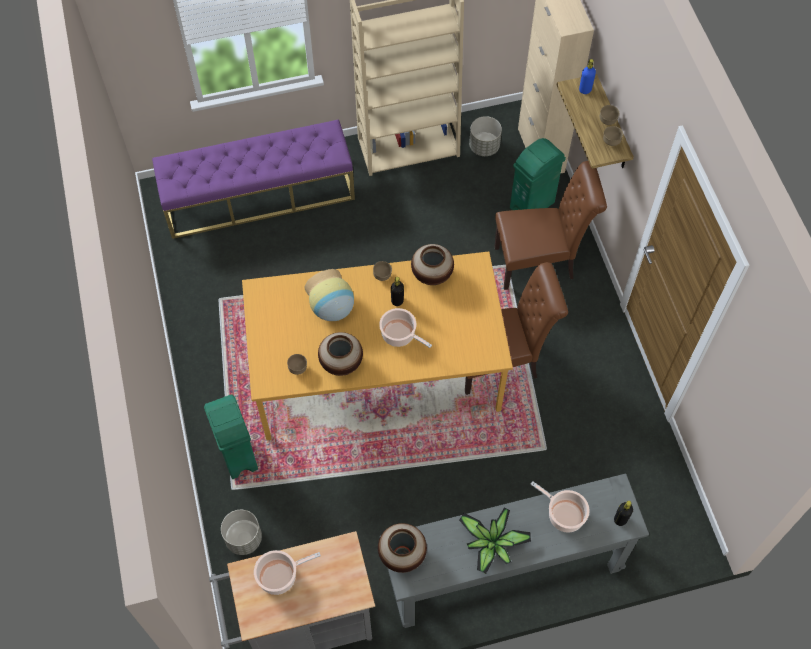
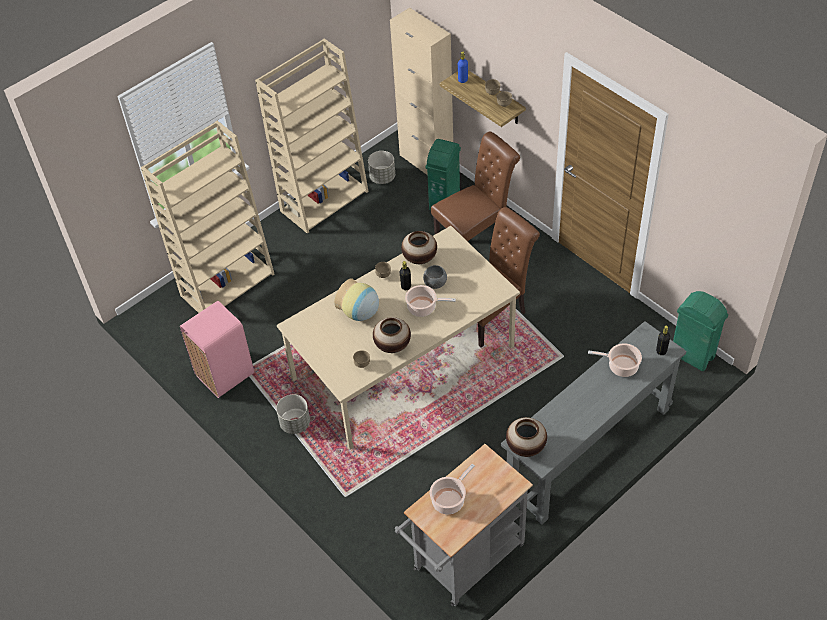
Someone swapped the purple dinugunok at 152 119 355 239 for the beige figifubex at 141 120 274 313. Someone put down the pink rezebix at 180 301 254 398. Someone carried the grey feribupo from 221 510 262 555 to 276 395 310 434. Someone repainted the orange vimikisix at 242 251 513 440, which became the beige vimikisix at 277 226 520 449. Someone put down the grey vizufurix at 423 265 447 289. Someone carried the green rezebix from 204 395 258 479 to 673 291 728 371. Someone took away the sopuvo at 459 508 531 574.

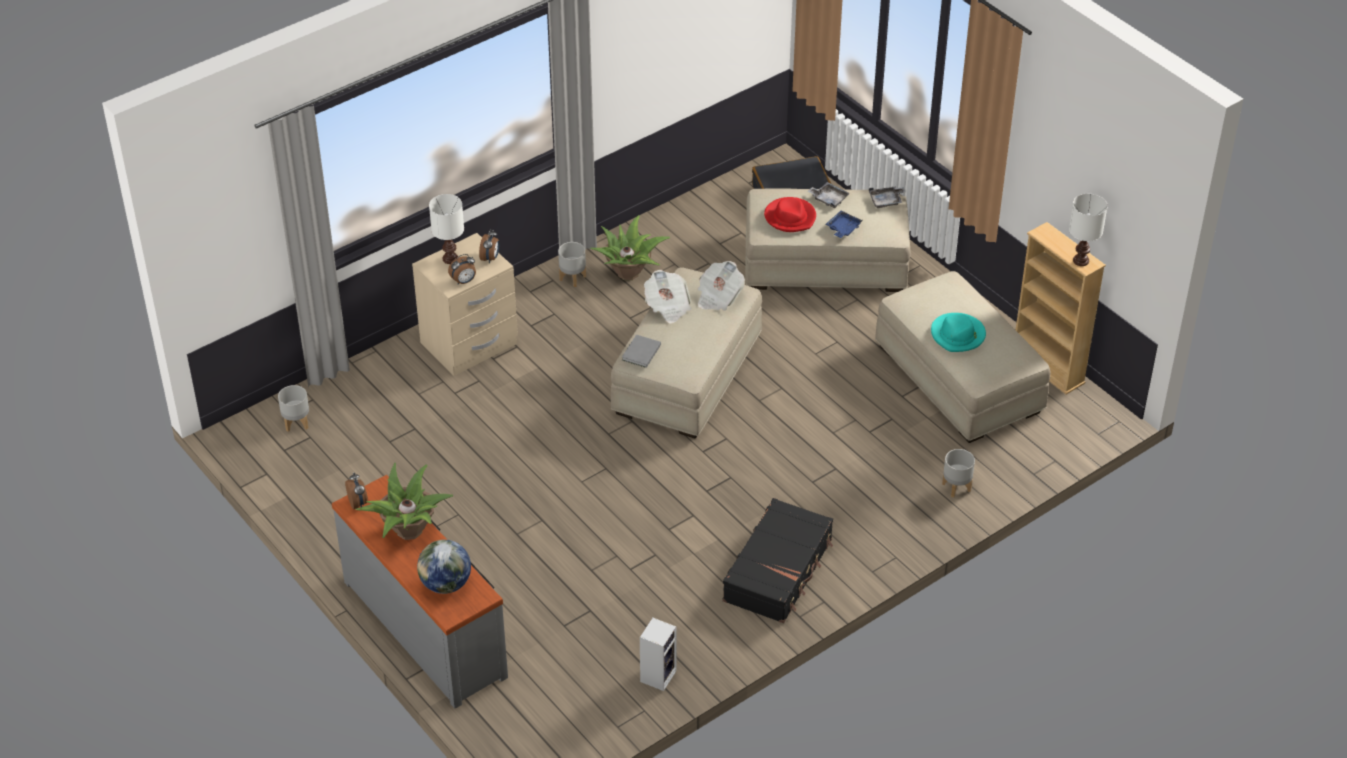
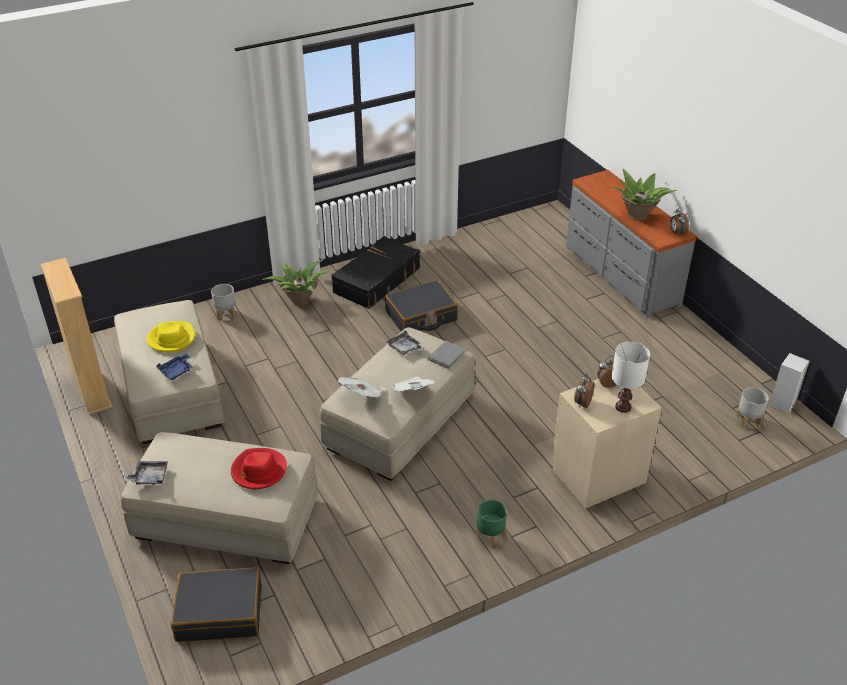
Someone repainted the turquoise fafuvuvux at 931 313 986 352, which became the yellow fafuvuvux at 147 321 195 353. Someone carried the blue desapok from 826 210 863 238 to 156 353 193 380. Someone carried the sopuvo from 590 215 670 280 to 262 260 330 306. Someone put down the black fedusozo at 385 280 458 331. Someone carried the grey desapok from 808 182 850 208 to 386 330 424 355. Someone repainted the grey feribupo at 558 242 586 287, which became the green feribupo at 476 500 507 548. Someone carried the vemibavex from 640 618 677 691 to 769 353 810 414. Someone took away the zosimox at 417 540 471 594. Someone took away the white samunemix at 1069 194 1108 266.

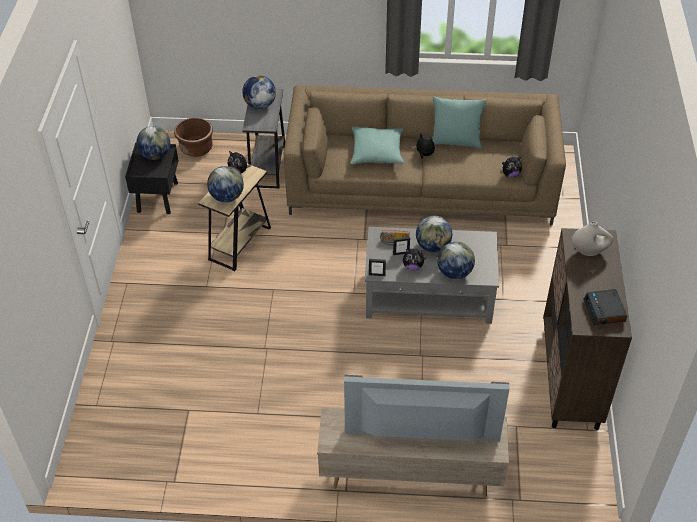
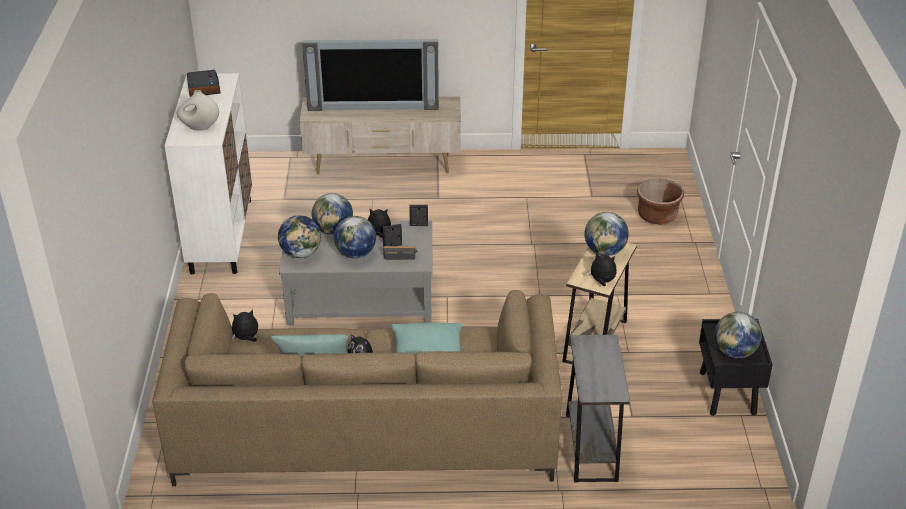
Someone repainted the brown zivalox at 543 228 632 430, which became the white zivalox at 165 73 252 274. Someone carried the zosimox from 242 75 276 109 to 278 215 321 258. Someone carried the brown feribupo from 174 118 213 157 to 637 179 684 225.

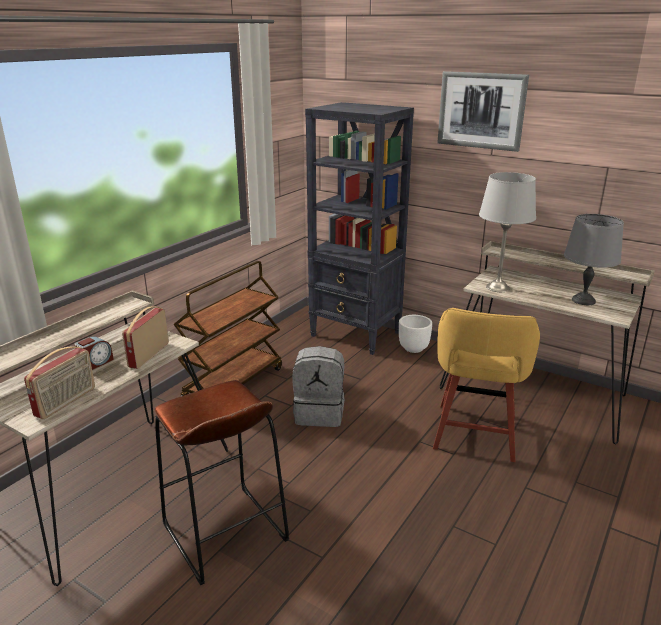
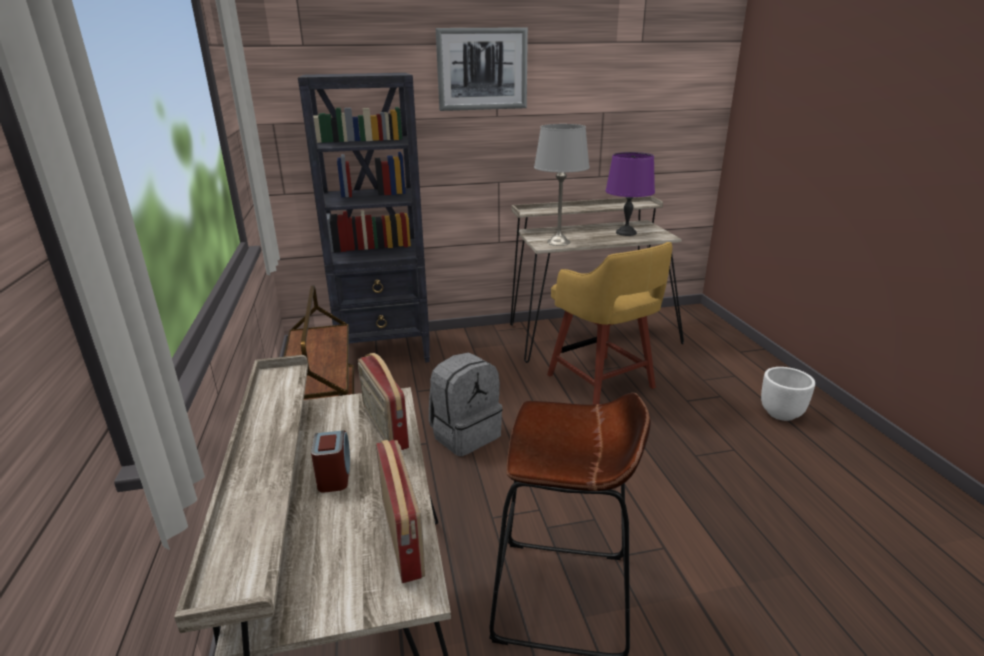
Someone repainted the grey samunemix at 564 214 624 305, which became the purple samunemix at 606 152 655 236. Someone carried the white feribupo from 399 315 432 353 to 761 367 815 421.

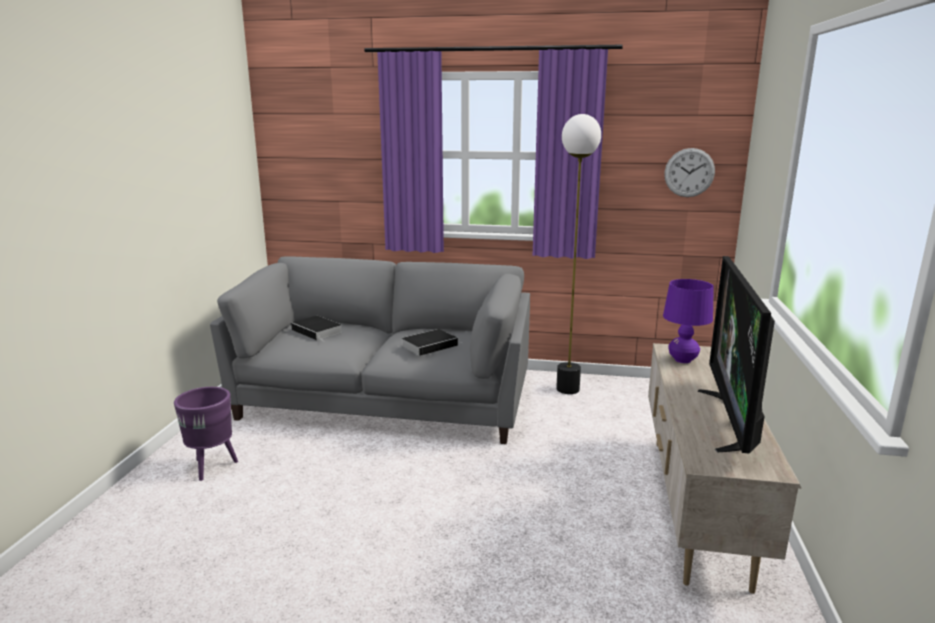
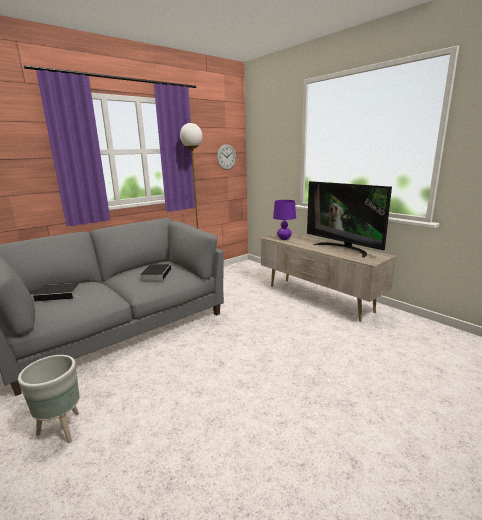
Someone repainted the purple feribupo at 174 387 238 481, which became the grey feribupo at 18 355 80 443.

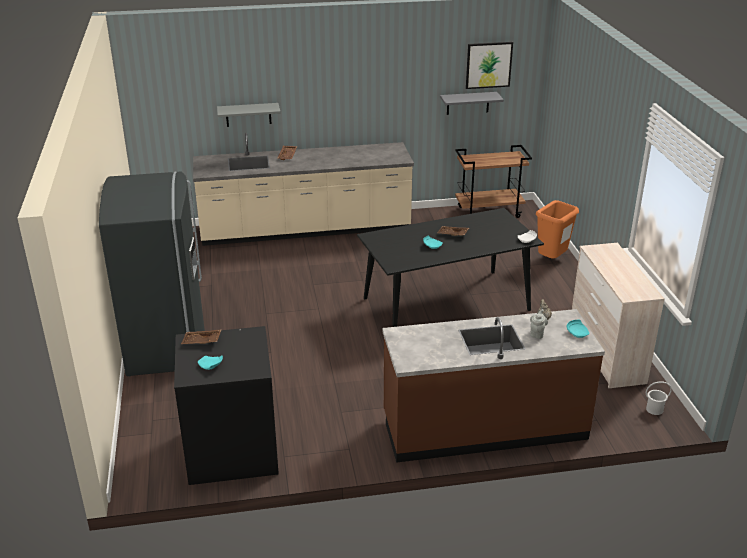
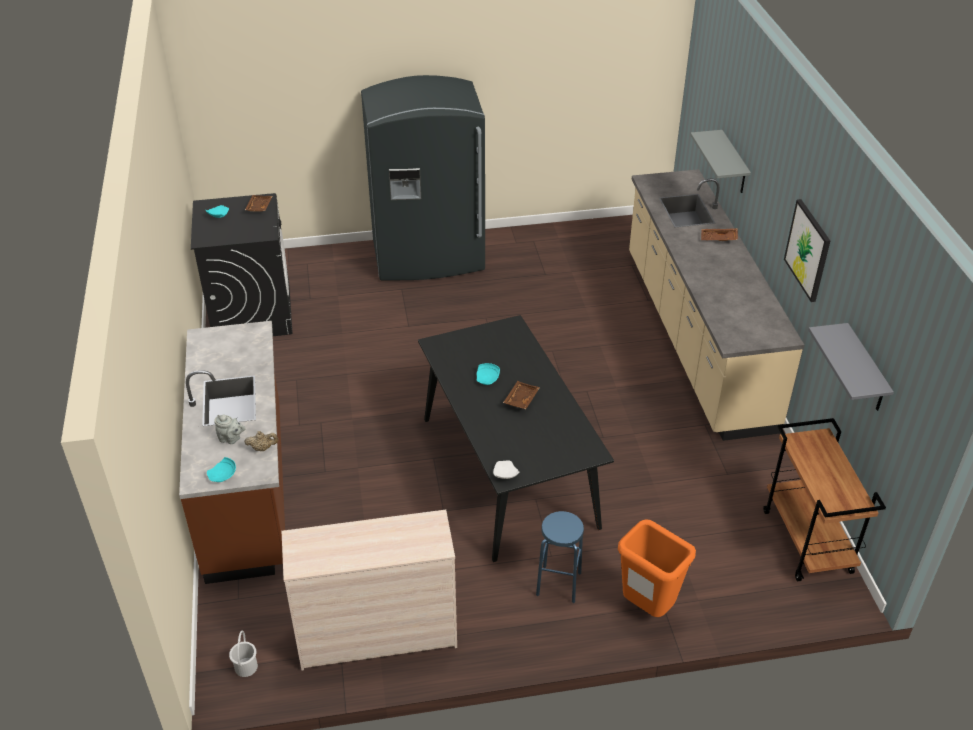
Someone put down the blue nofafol at 536 511 584 603. Someone carried the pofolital from 466 42 513 89 to 784 199 830 302.

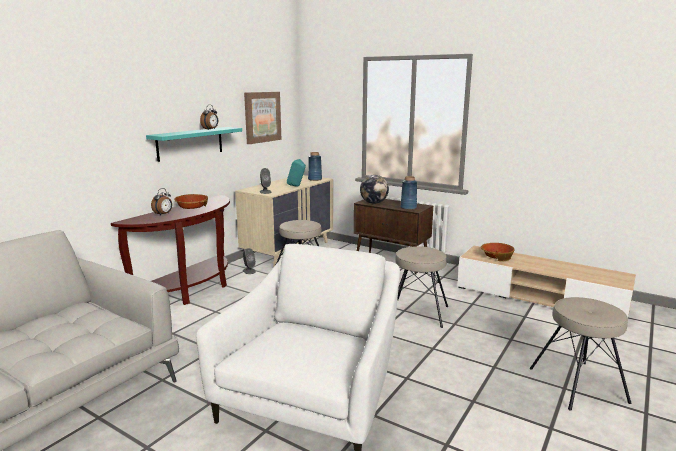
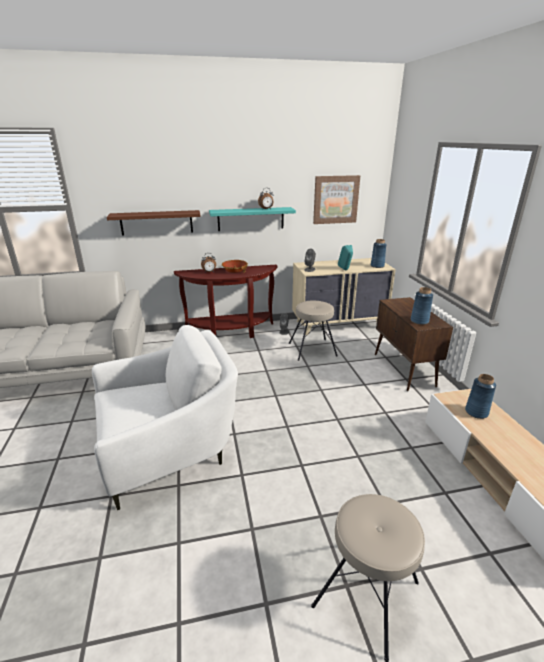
Someone put up the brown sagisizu at 107 210 201 236. Someone swapped the vizufurix at 481 243 514 262 for the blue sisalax at 465 374 496 419. Someone took away the zosimox at 360 175 389 204. Someone took away the beige nofafol at 395 246 448 328.

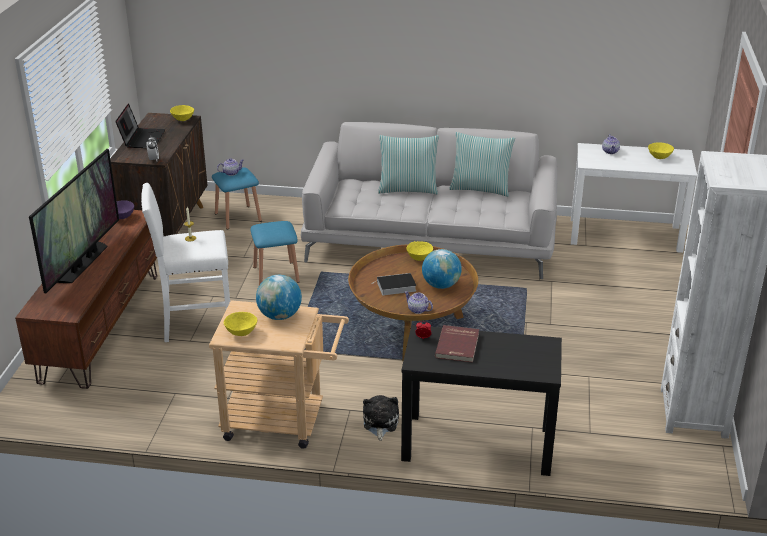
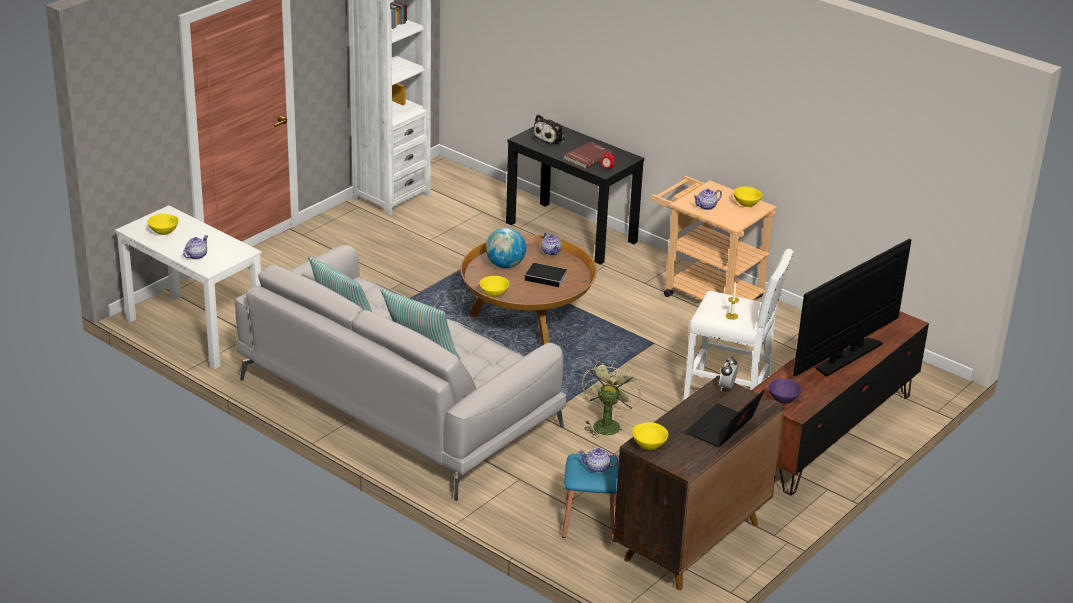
Someone carried the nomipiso from 363 395 399 441 to 532 114 566 146. Someone swapped the blue nofafol at 250 221 300 285 for the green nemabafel at 582 361 641 438. Someone swapped the zosimox at 256 275 302 320 for the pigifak at 693 189 722 210.

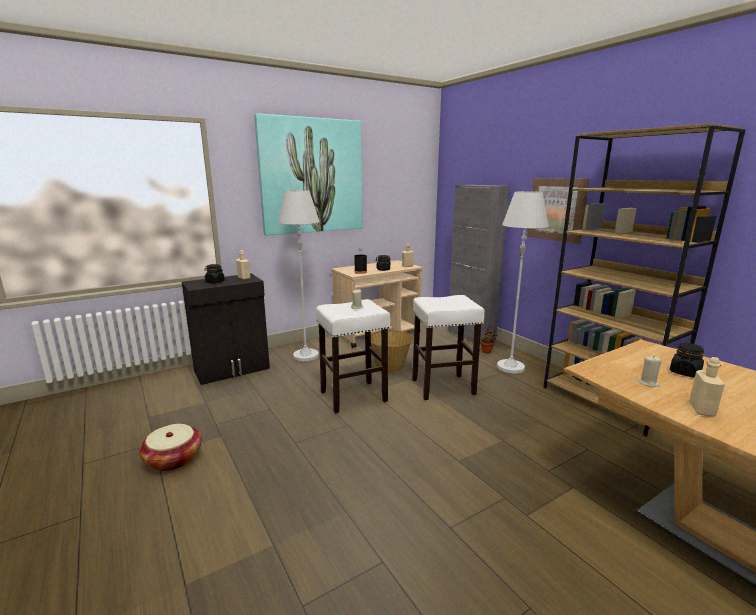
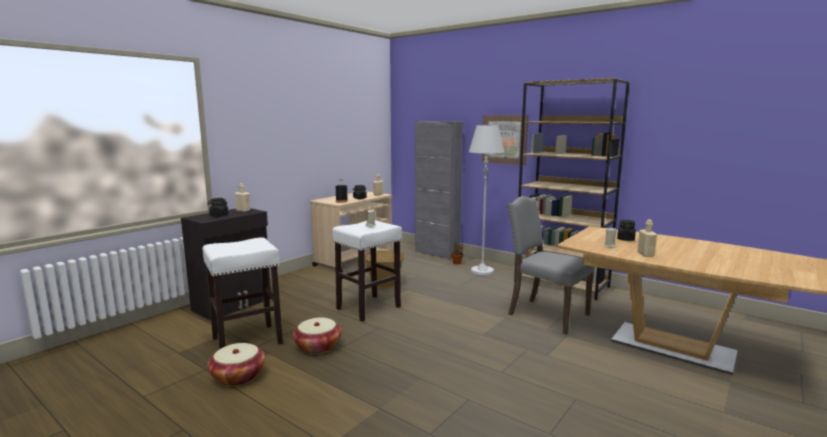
Someone carried the white nofafol from 412 295 485 400 to 202 237 283 349. Someone put down the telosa at 293 317 342 354. Someone put down the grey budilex at 507 196 595 334. Someone took away the pofolital at 254 113 363 235. Someone took away the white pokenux at 278 190 320 361.

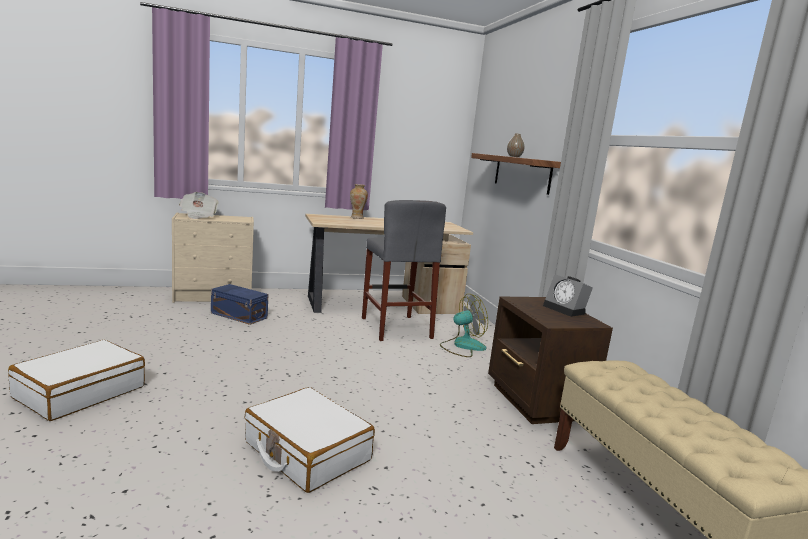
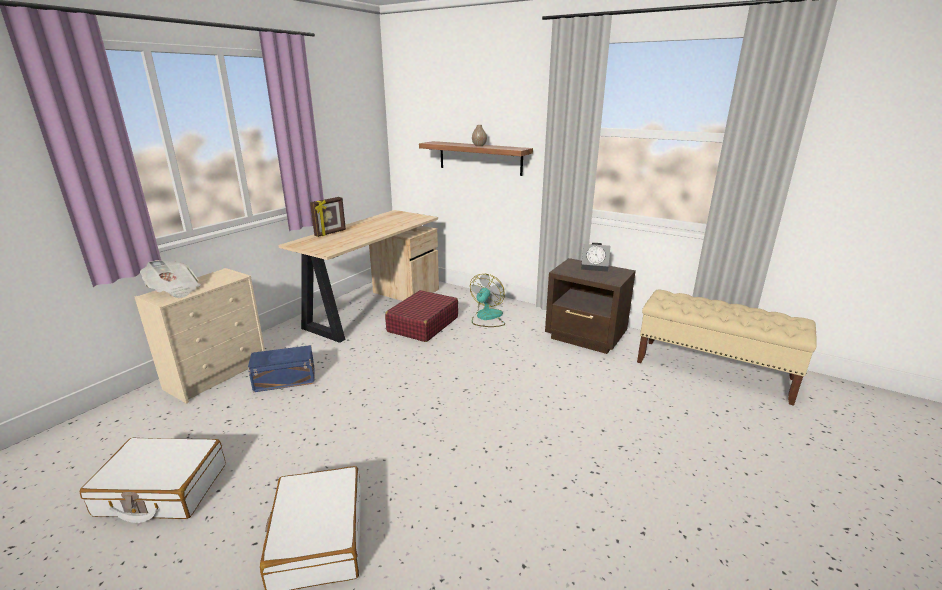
Someone carried the white fedusozo from 244 387 375 493 to 80 438 225 523. Someone swapped the sisalax at 350 184 368 219 for the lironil at 310 197 346 237. Someone swapped the grey nofafol at 362 200 446 341 for the red fedusozo at 385 290 458 342.

